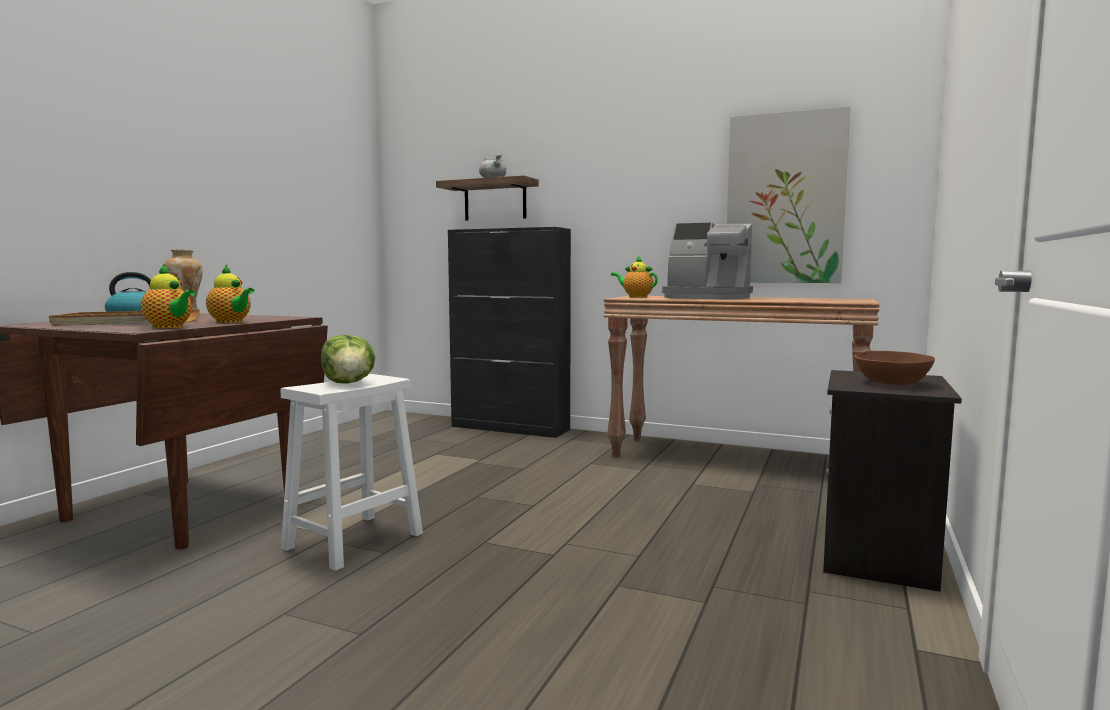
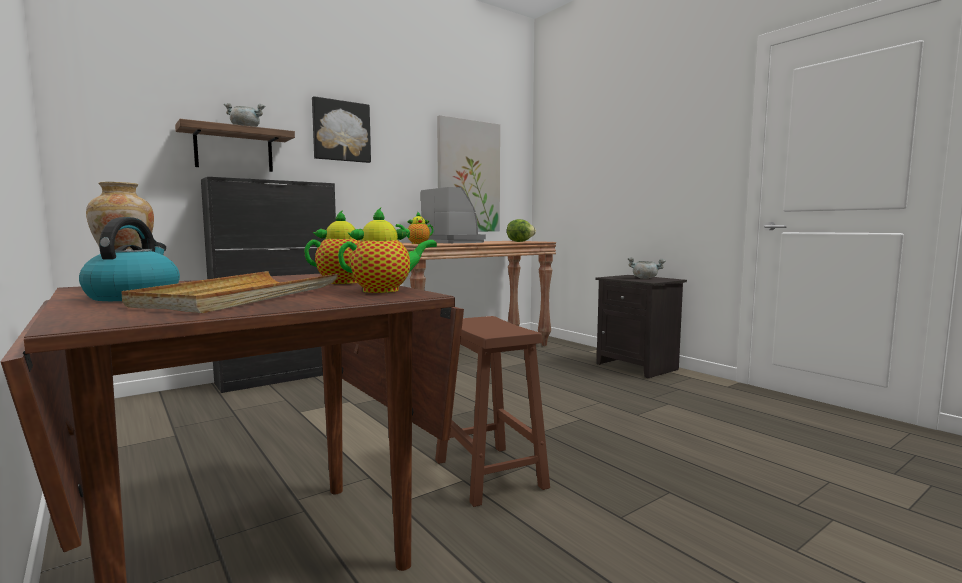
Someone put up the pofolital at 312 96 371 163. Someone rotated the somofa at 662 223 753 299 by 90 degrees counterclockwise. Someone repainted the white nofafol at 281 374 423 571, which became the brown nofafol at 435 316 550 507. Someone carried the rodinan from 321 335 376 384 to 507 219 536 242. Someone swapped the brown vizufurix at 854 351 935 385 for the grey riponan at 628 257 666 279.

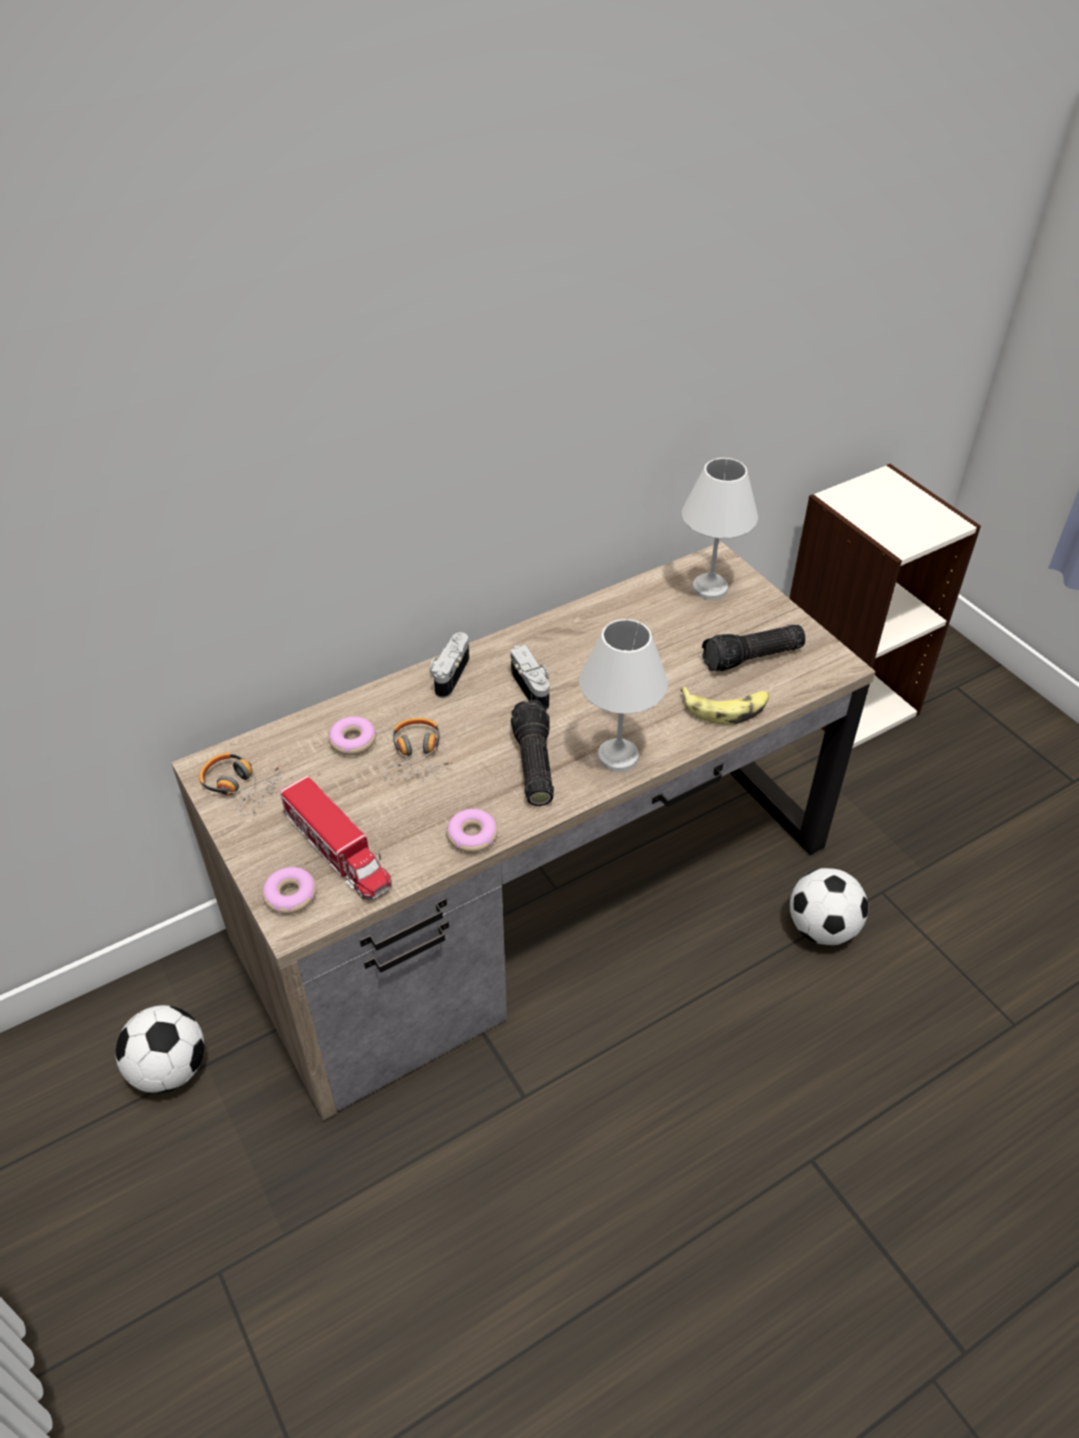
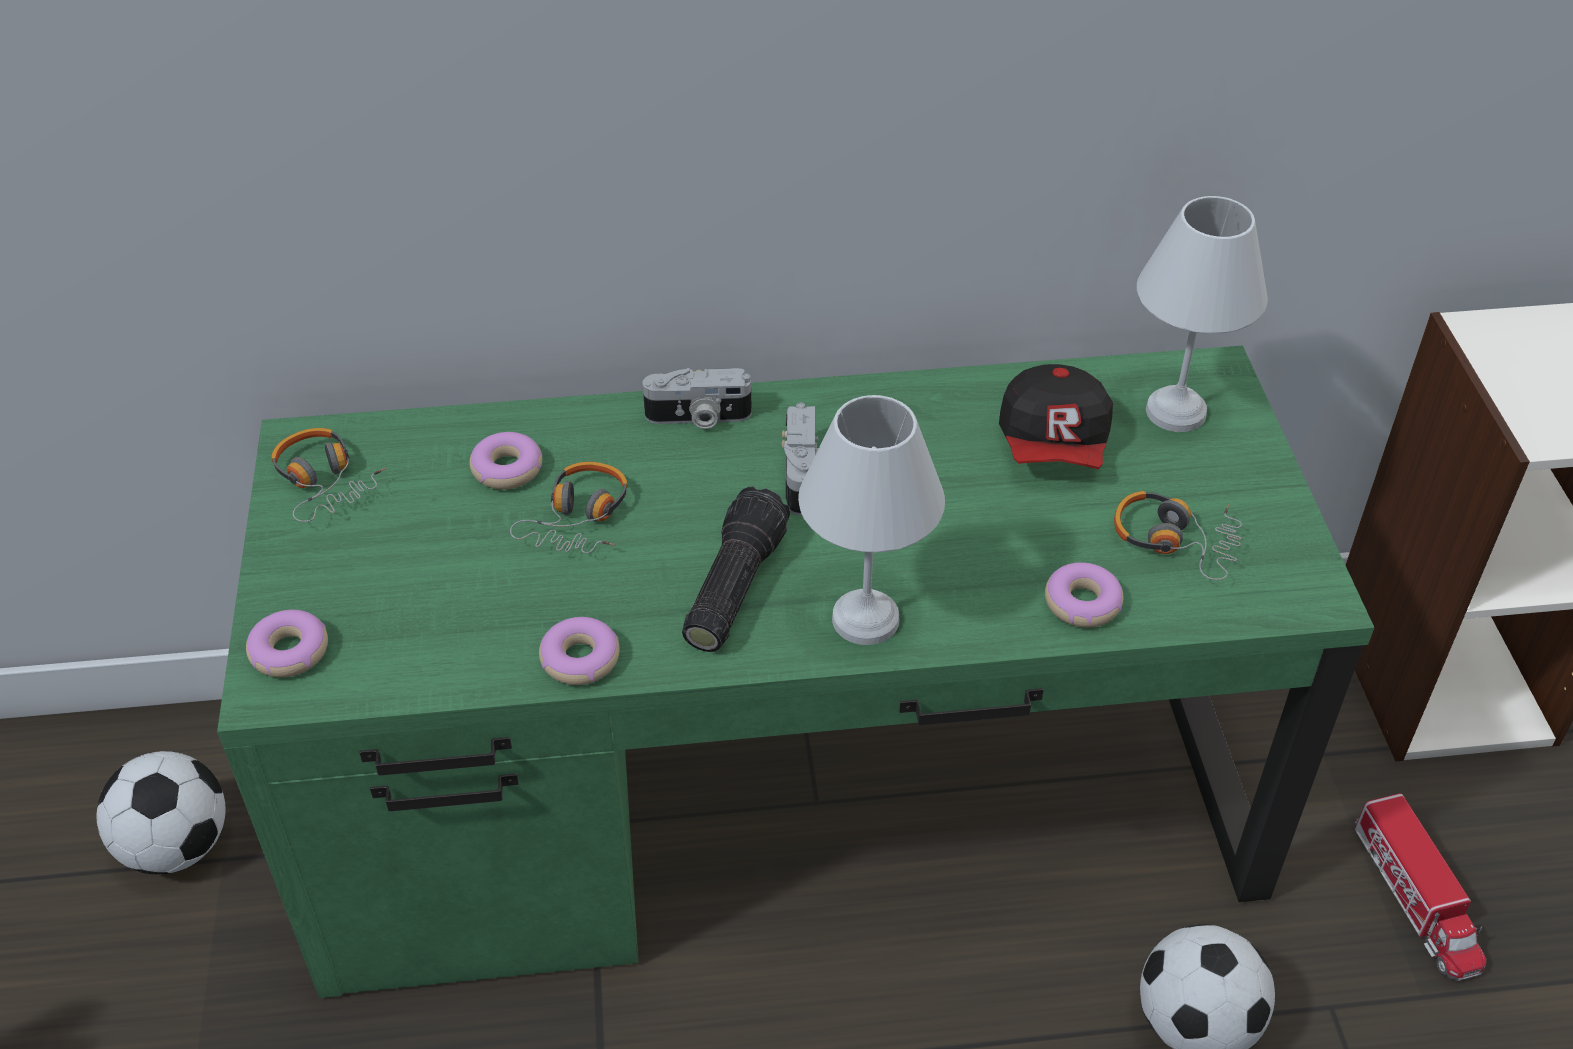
Someone repainted the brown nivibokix at 171 542 876 1121, which became the green nivibokix at 217 346 1375 998. Someone rotated the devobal at 430 632 469 698 by 135 degrees counterclockwise. Someone put down the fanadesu at 999 364 1113 469. Someone swapped the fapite at 680 686 769 724 for the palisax at 1045 562 1123 627. Someone swapped the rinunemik at 702 625 806 672 for the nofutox at 1114 491 1242 580. Someone carried the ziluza from 280 776 392 900 to 1353 793 1487 981.

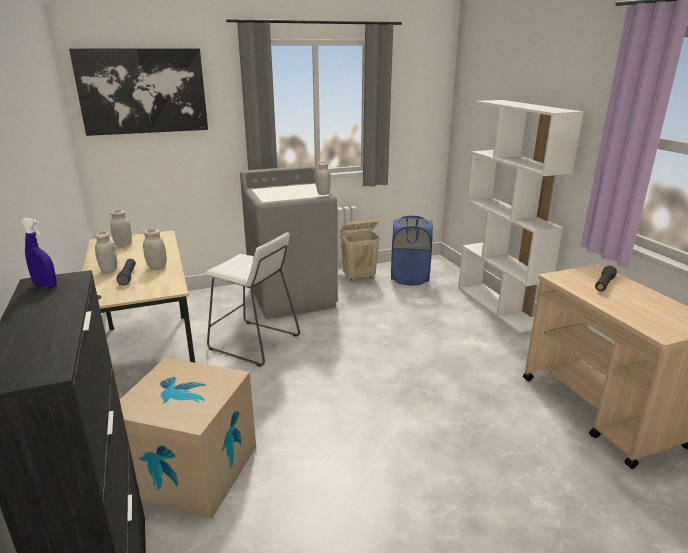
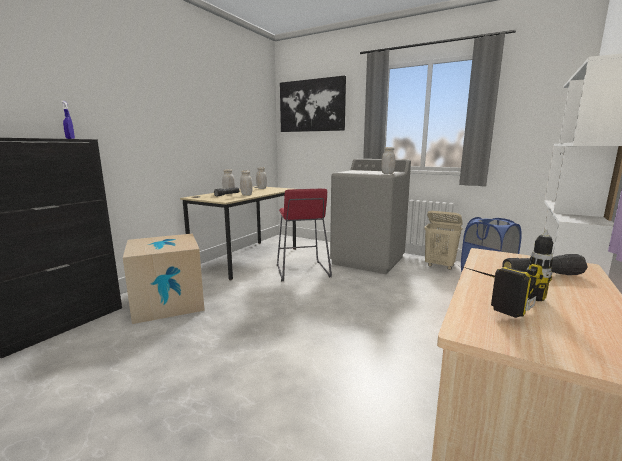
Someone repainted the white nofafol at 205 233 300 367, which became the red nofafol at 277 189 332 281. Someone put down the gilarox at 457 229 553 318.

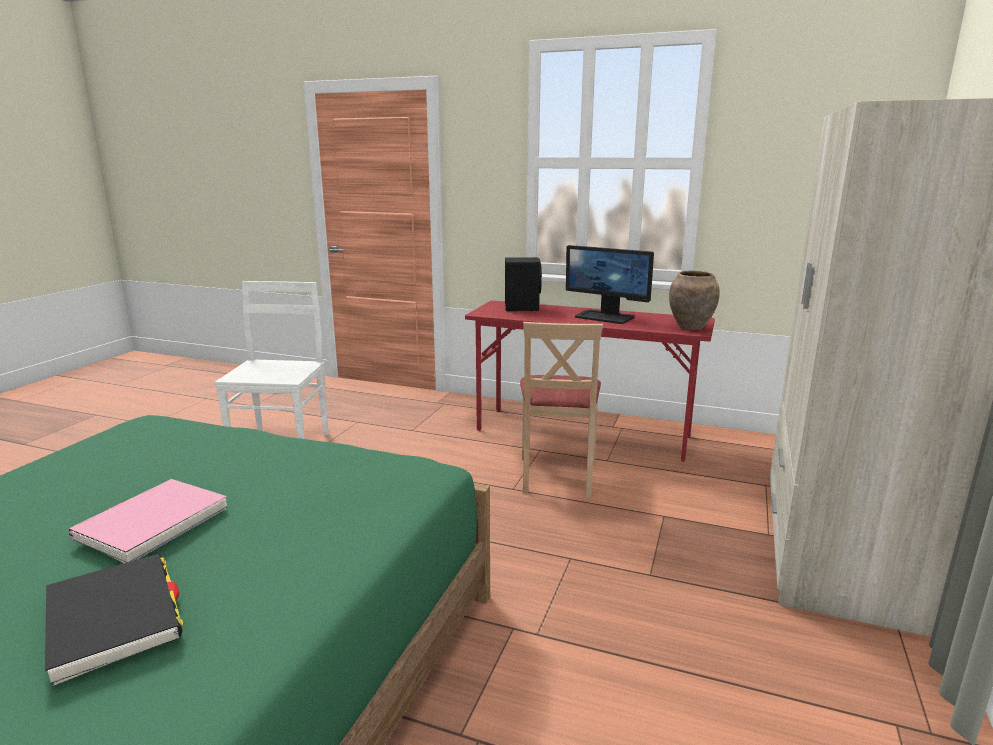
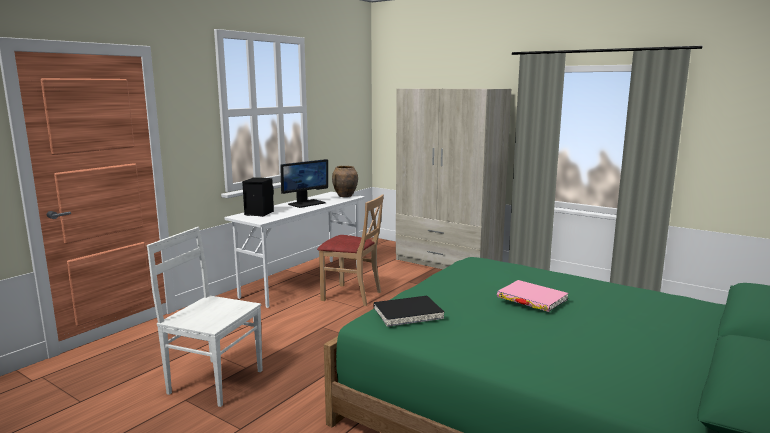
Someone repainted the red nivibokix at 465 301 715 462, which became the white nivibokix at 225 192 365 308. Someone carried the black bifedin from 45 554 183 686 to 373 296 444 327.

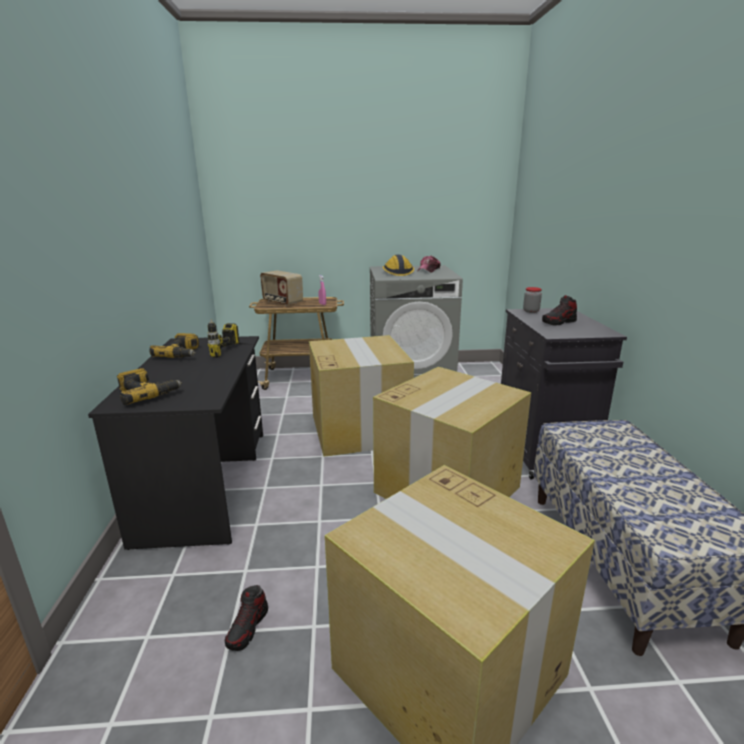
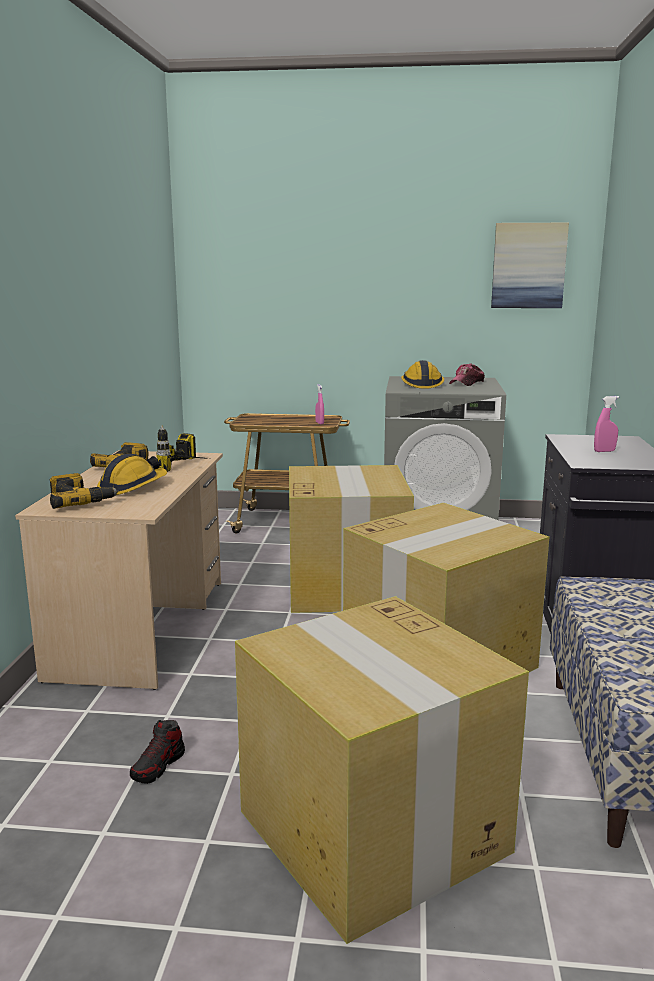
Someone repainted the black nivibokix at 88 336 263 550, which became the beige nivibokix at 15 451 223 690. Someone put down the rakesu at 97 454 167 495. Someone put up the pofolital at 491 223 569 308. Someone swapped the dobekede at 542 295 577 326 for the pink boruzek at 594 396 619 452. Someone took away the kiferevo at 260 270 303 306. Someone took away the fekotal at 523 287 542 313.

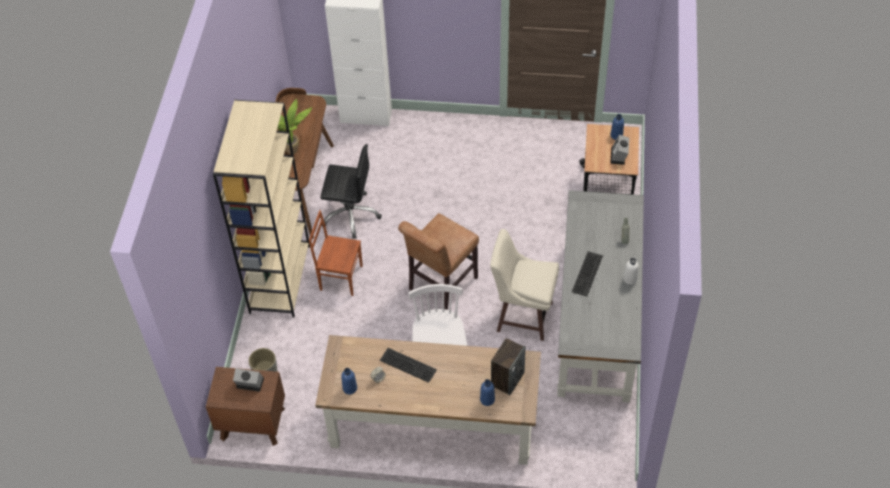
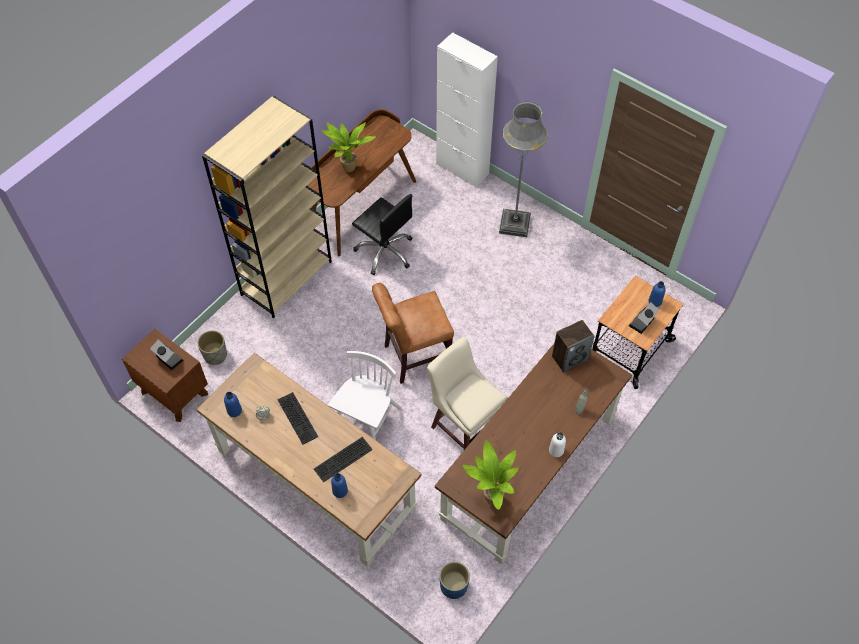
Someone carried the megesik from 572 251 603 297 to 314 437 373 482. Someone repainted the grey nivibokix at 557 190 644 403, which became the brown nivibokix at 435 344 632 564. Someone put down the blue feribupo at 439 562 470 599. Someone put down the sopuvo at 463 440 519 510. Someone put down the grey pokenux at 499 102 548 237. Someone carried the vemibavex from 491 338 526 395 to 552 320 595 373. Someone took away the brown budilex at 309 210 363 296.

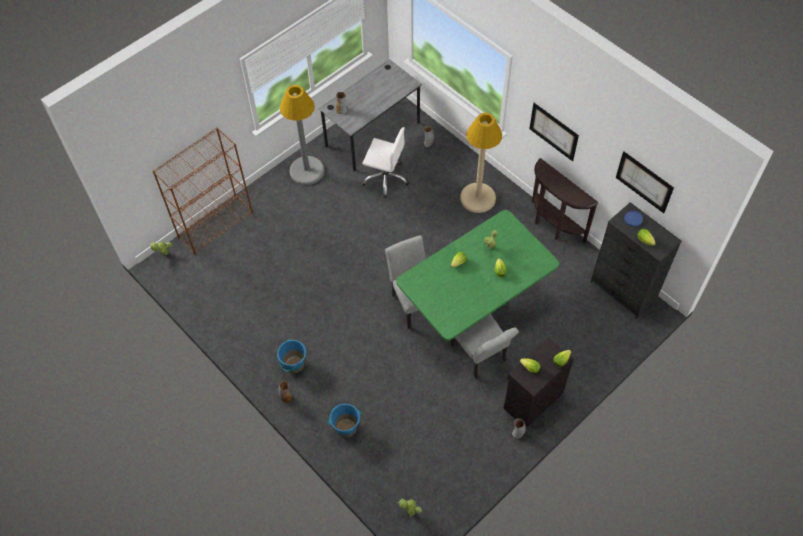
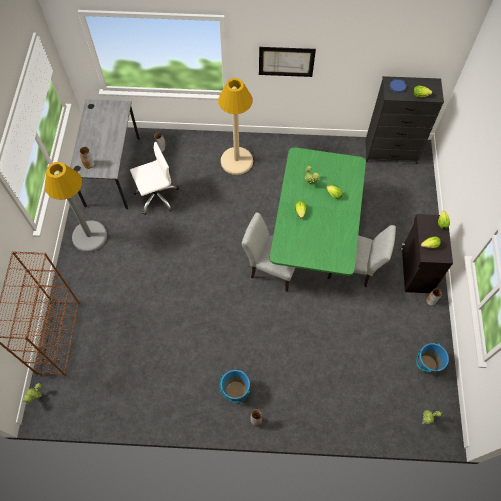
Someone carried the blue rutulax from 328 404 361 438 to 416 343 449 374. Someone took away the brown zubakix at 532 158 599 243. Someone took away the pofolital at 616 151 674 213.

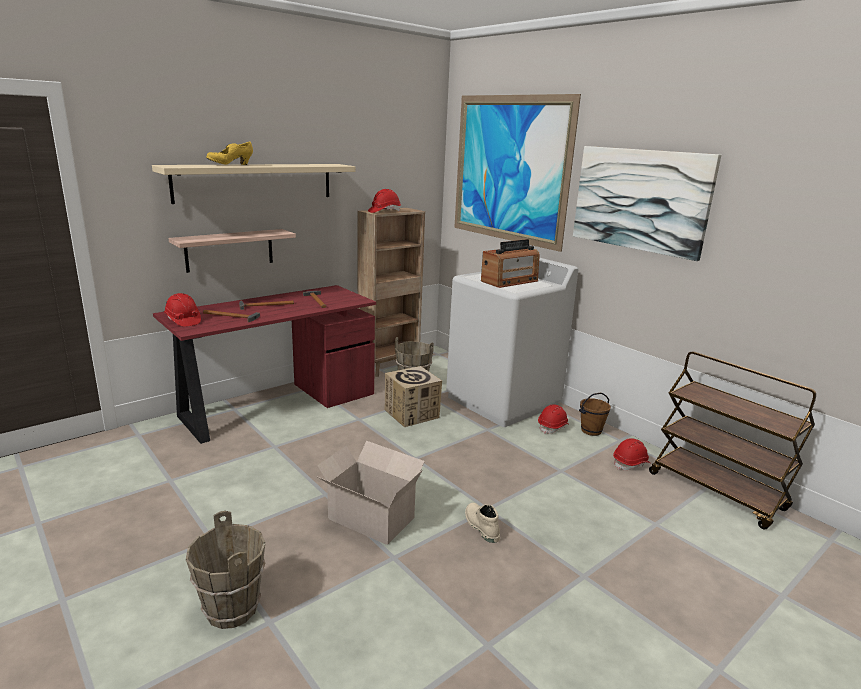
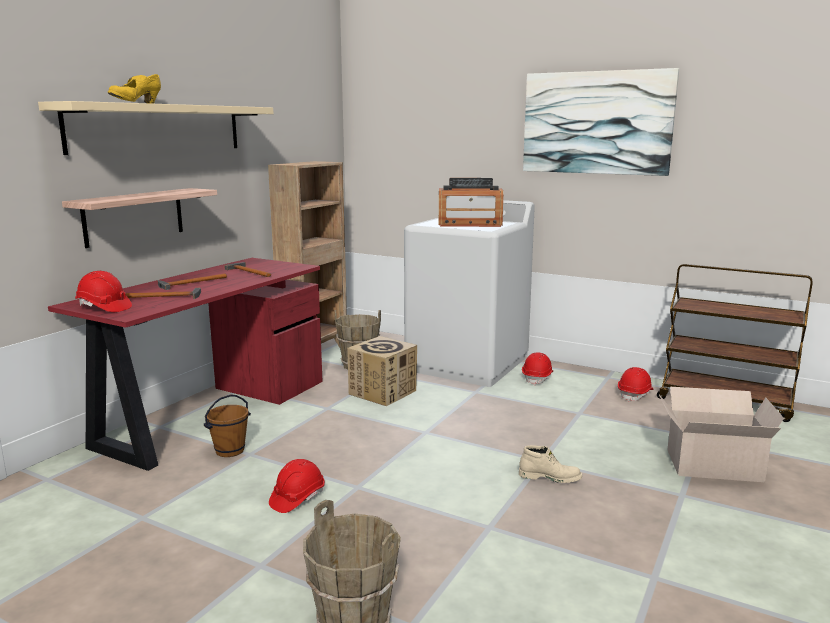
Someone carried the brown rutulax from 579 392 611 436 to 204 394 251 457. Someone carried the red rakesu from 368 189 401 213 to 269 459 325 513. Someone rotated the kiferevo at 481 239 540 288 by 60 degrees clockwise. Someone rotated the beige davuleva at 465 503 500 543 by 150 degrees clockwise. Someone carried the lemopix from 316 441 425 545 to 659 387 784 482. Someone took away the pofolital at 454 94 581 252.

